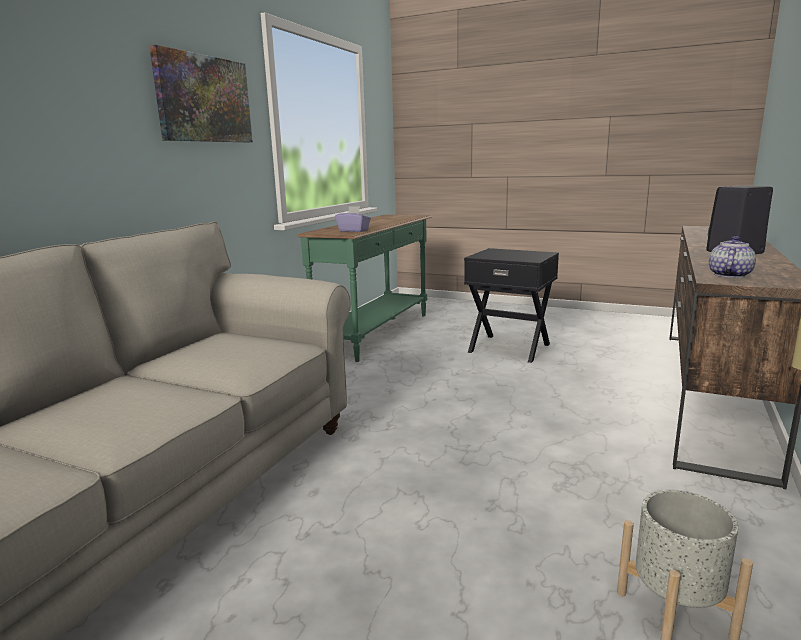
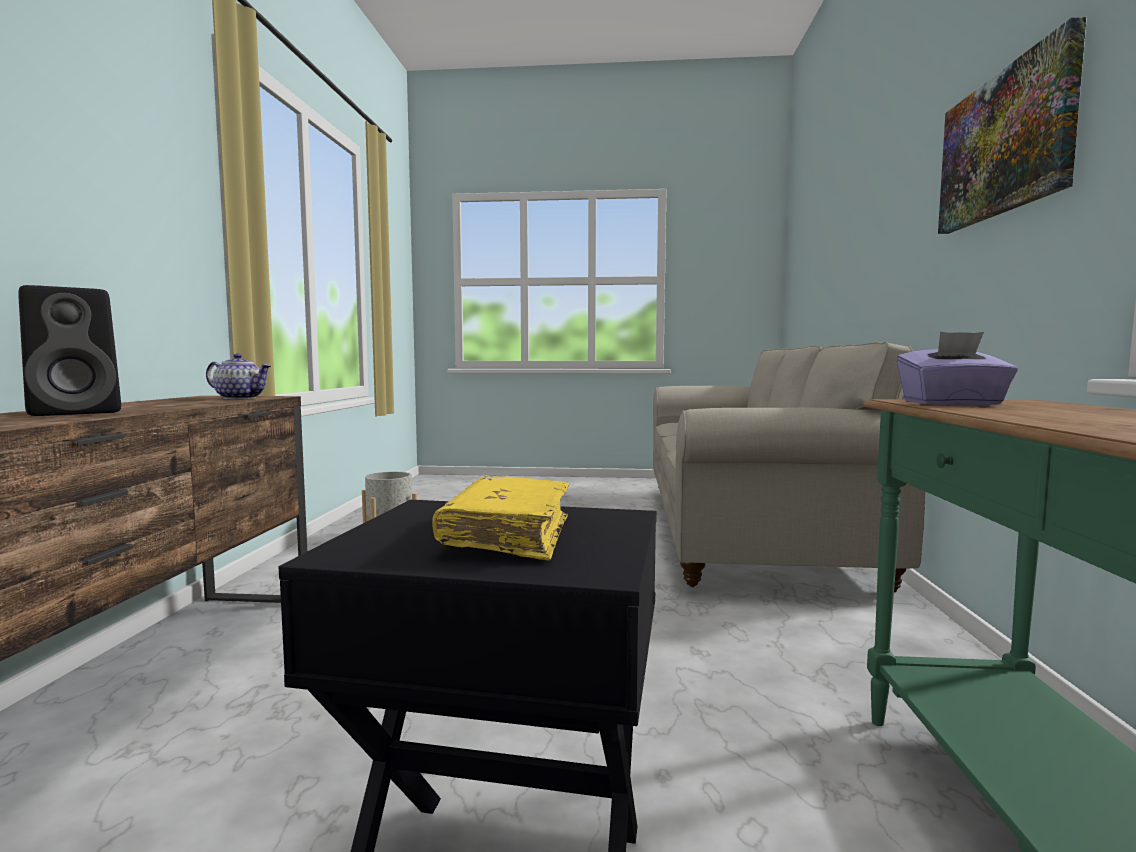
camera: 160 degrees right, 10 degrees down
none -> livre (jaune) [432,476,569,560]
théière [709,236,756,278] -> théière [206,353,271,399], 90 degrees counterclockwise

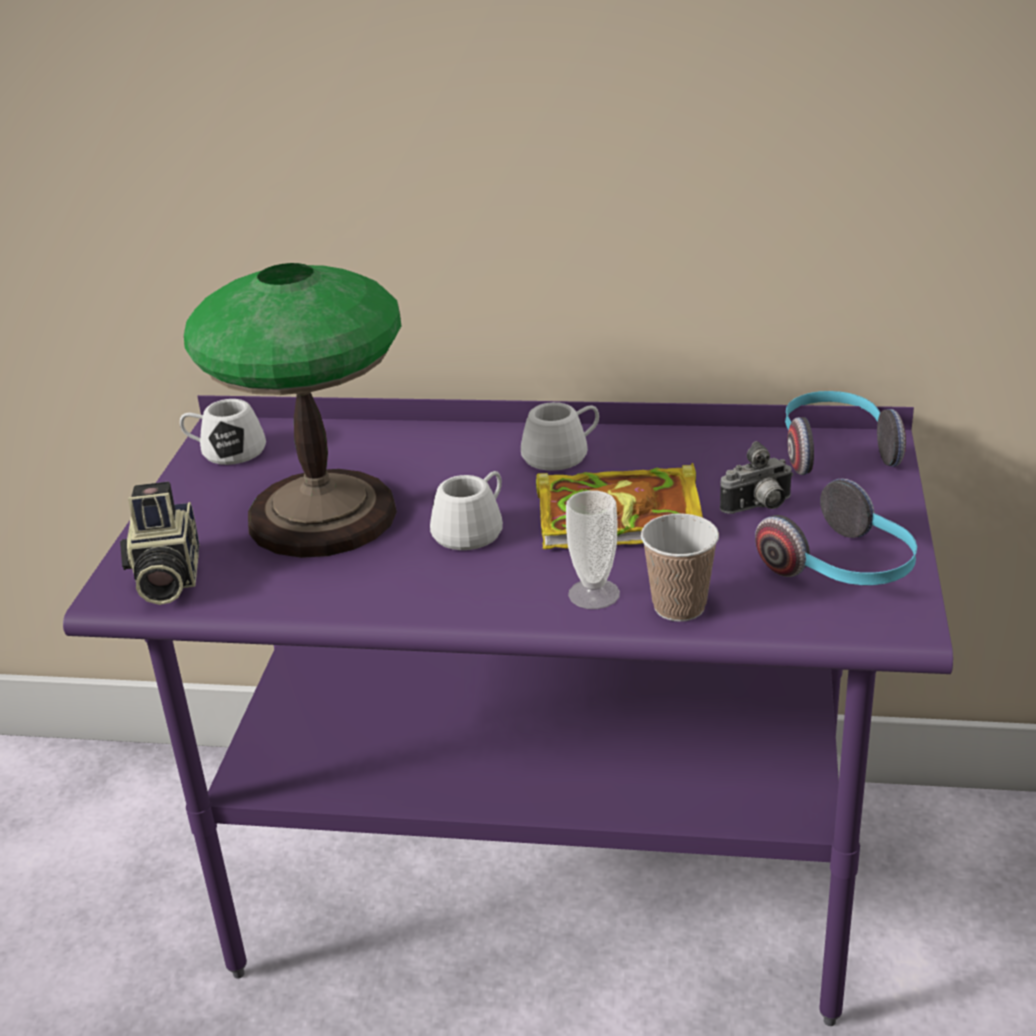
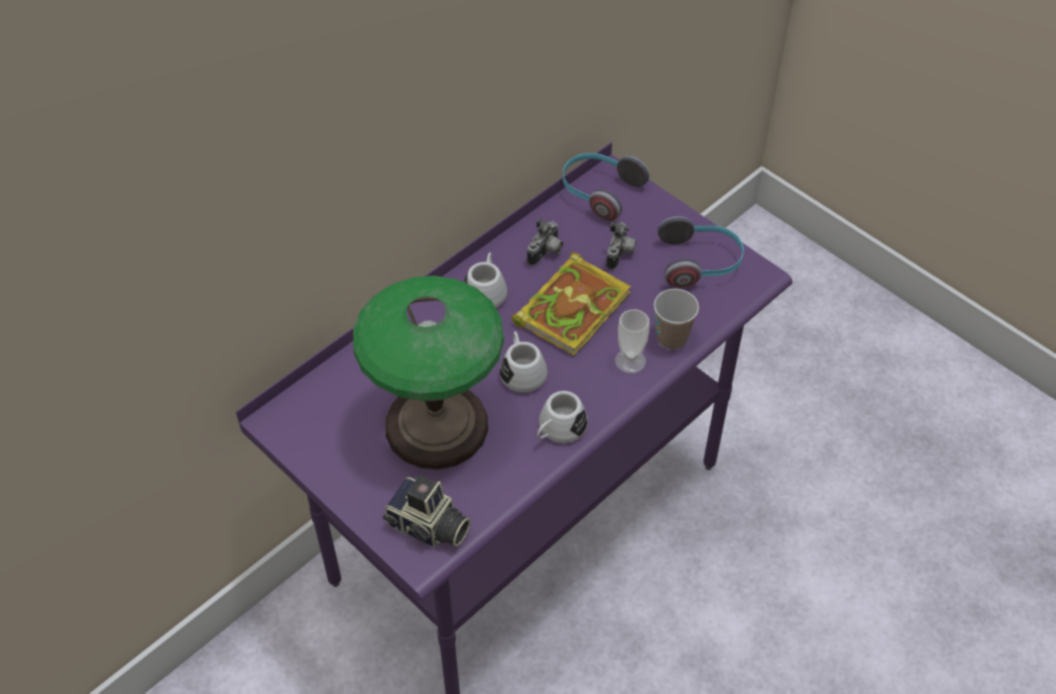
camera: 55 degrees left, 20 degrees up
none -> appareil photo [527,219,563,266]
mug (blanc) [180,399,266,465] -> mug (blanc) [537,391,588,443], relocated

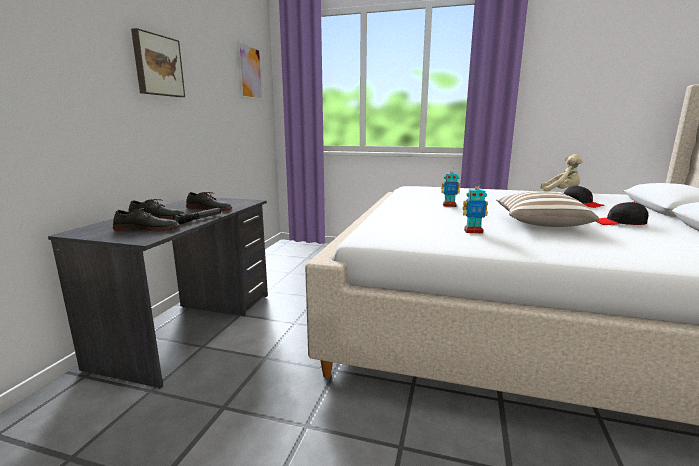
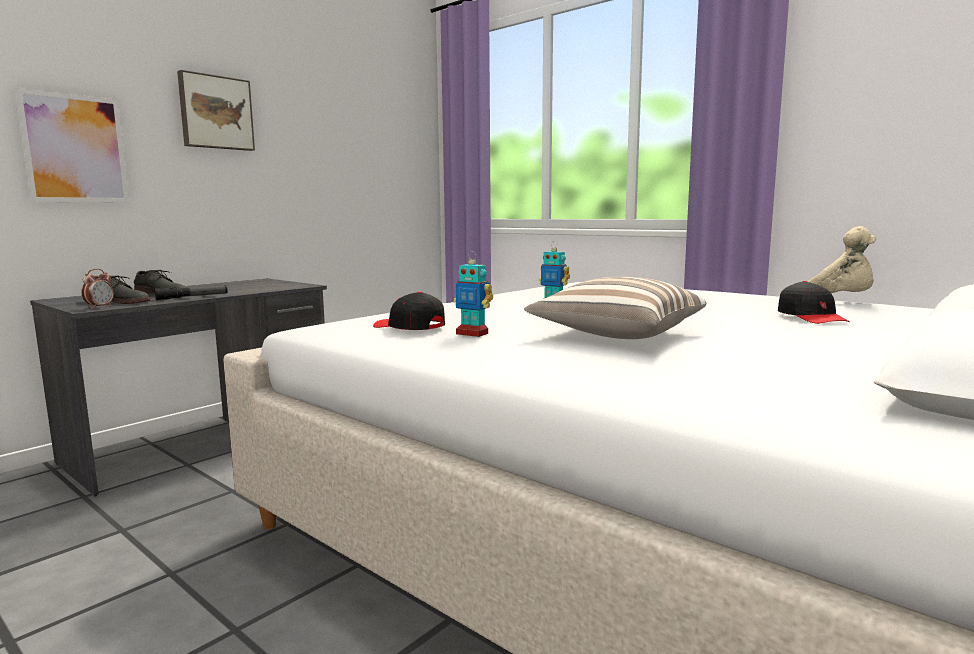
camera: 25 degrees right, 5 degrees down
chaussure (gris) [186,192,232,211] -> none
none -> réveil [81,269,114,309]
tableau [237,40,263,101] -> tableau [14,88,129,203], relocated
casquette (noir) [596,202,648,225] -> casquette (noir) [373,292,445,330], relocated

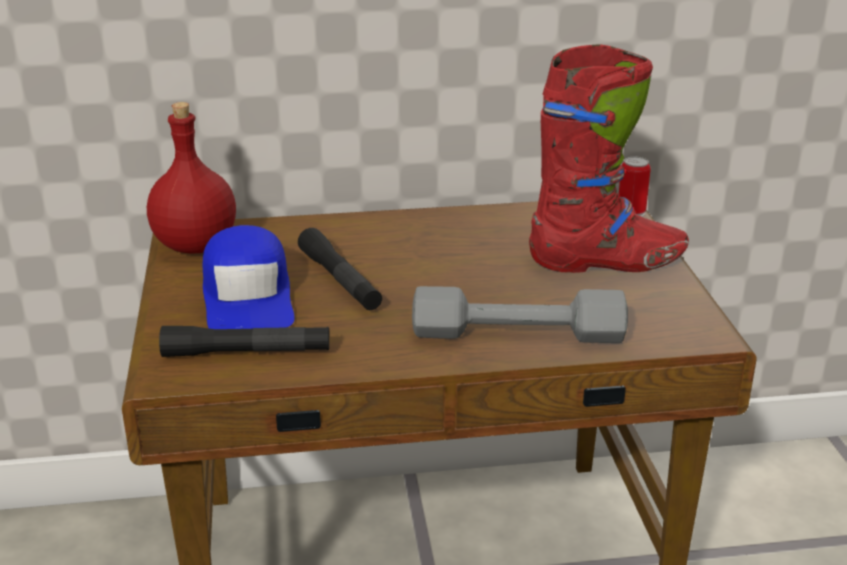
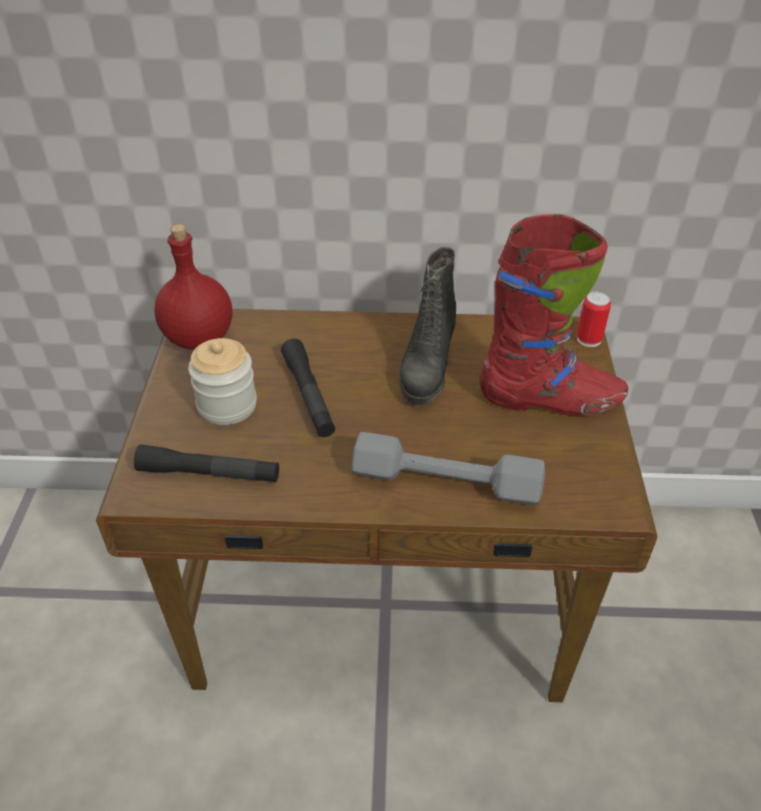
camera: 10 degrees right, 15 degrees up
none -> botte (noir) [400,247,456,405]
casquette (bleu) [203,225,294,329] -> bocal [188,338,257,425]

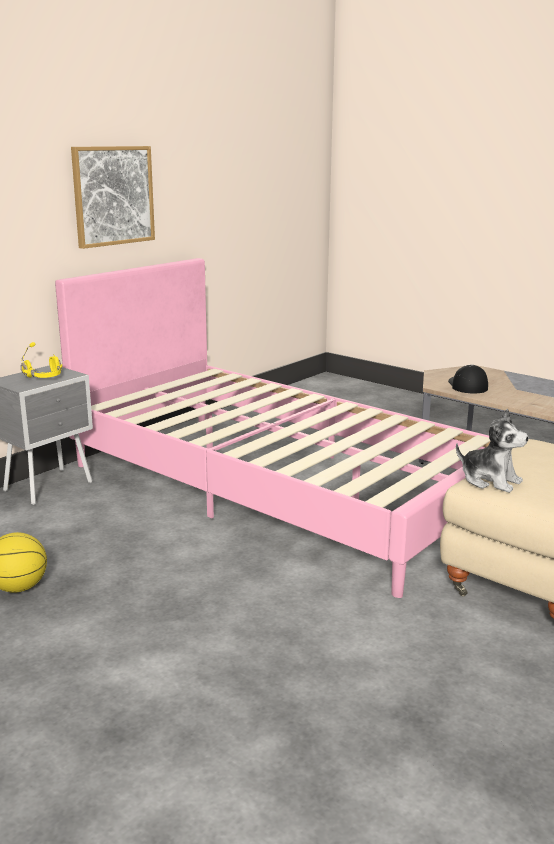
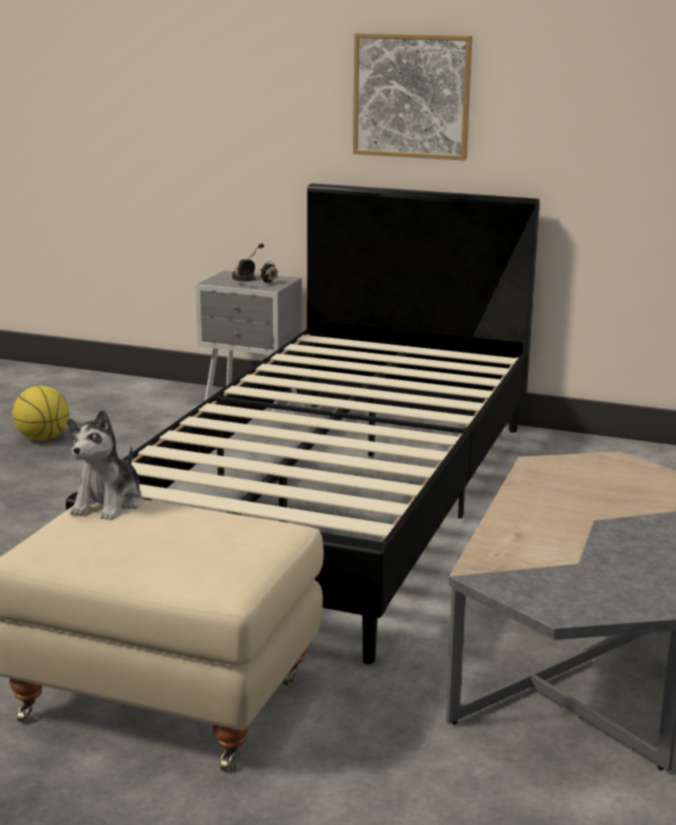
camera: 70 degrees right, 0 degrees up
casquette [448,365,488,393] -> none
casque audio (jaune) [21,342,62,378] -> casque audio (noir) [232,243,278,283]
lit (rose) [55,258,491,598] -> lit (noir) [66,183,540,664]

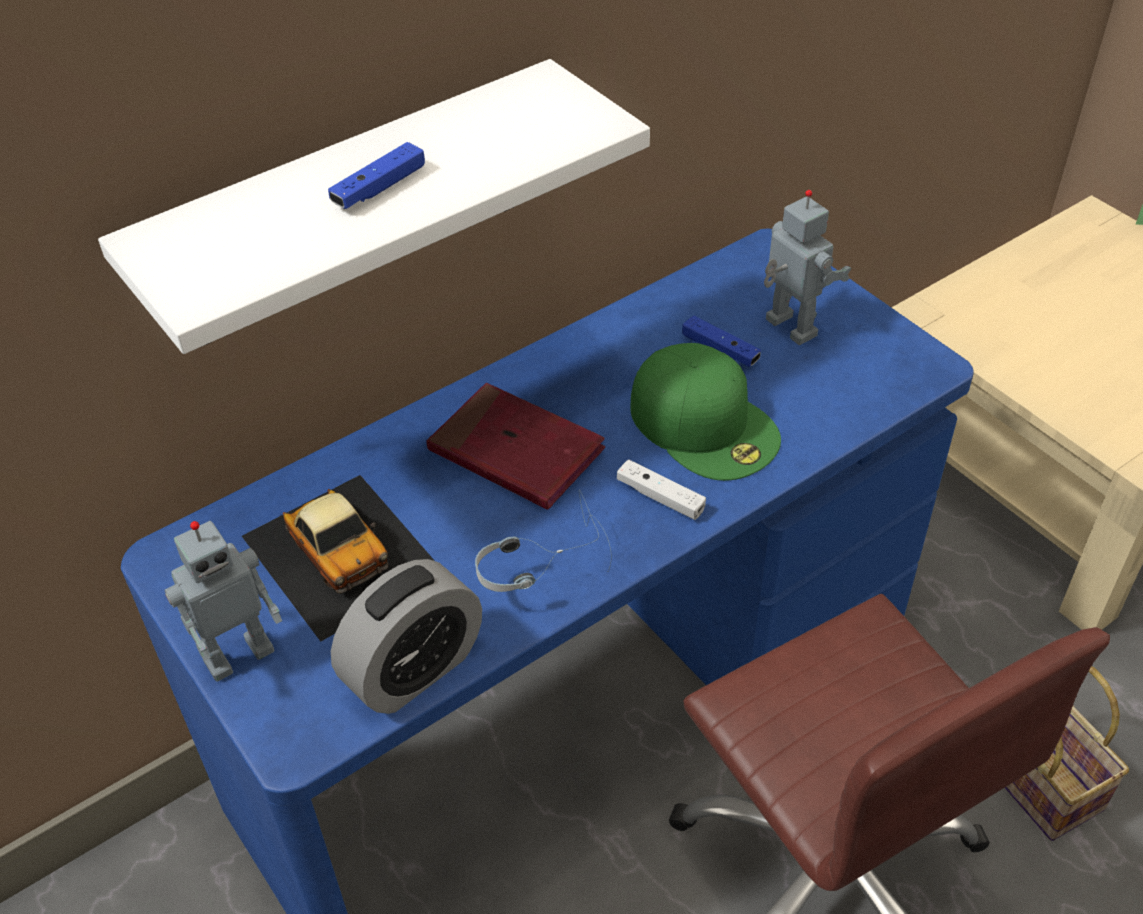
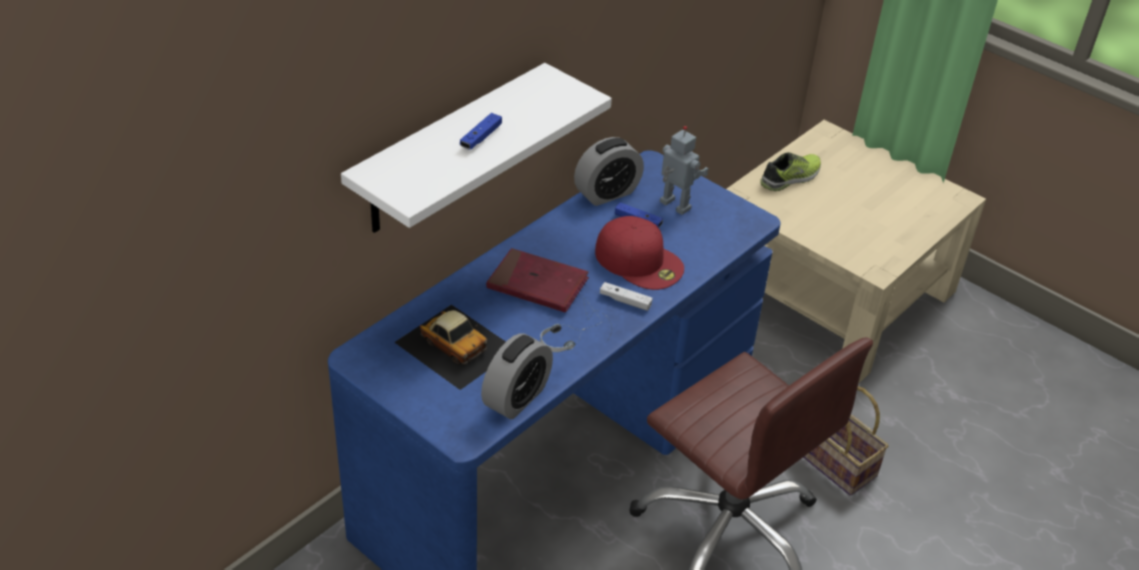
camera: 15 degrees left, 5 degrees down
robot jouet [165,521,282,681] -> none
none -> réveil [574,137,644,206]
none -> chaussure [760,152,821,191]
casquette (vert) [631,343,781,481] -> casquette (rouge) [595,216,684,290]

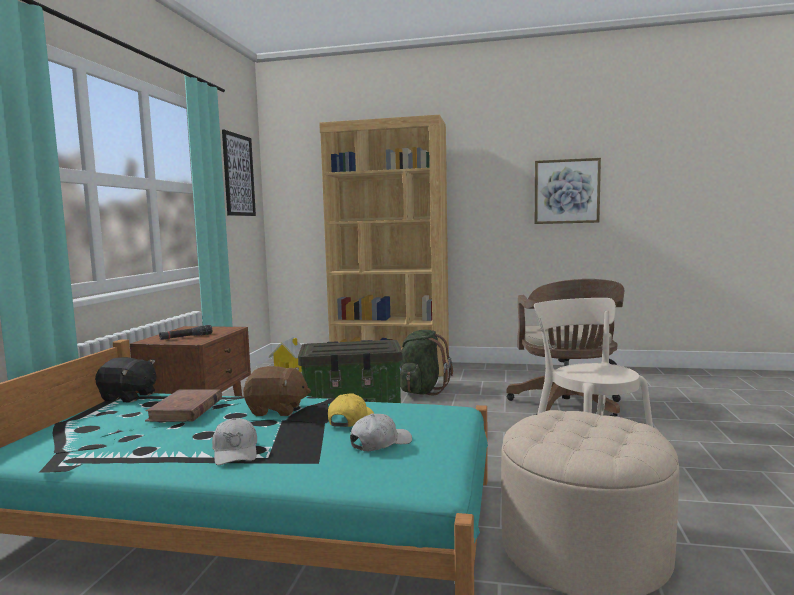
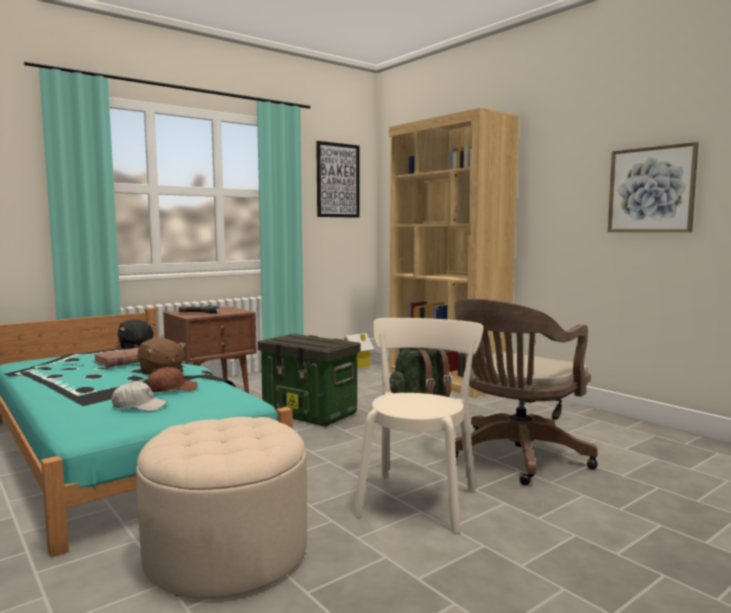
camera: 40 degrees right, 0 degrees up
casquette (blanc) [212,418,257,465] -> none
casquette (jaune) [328,393,374,427] -> casquette (marron) [147,367,198,392]

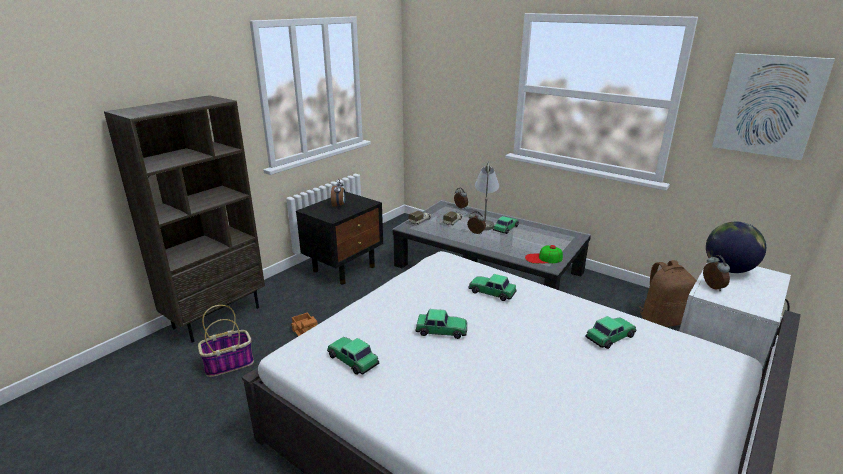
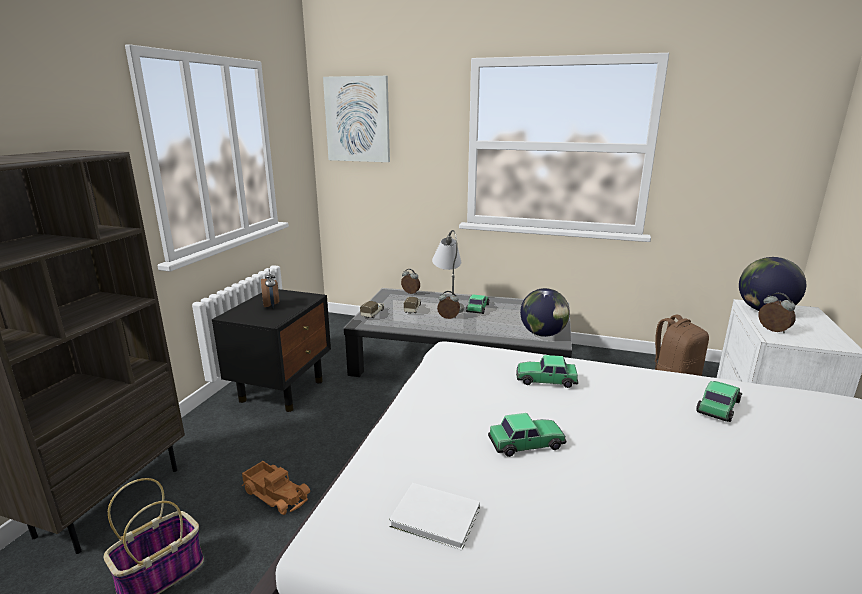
camera: 20 degrees left, 5 degrees down
tableau [712,53,835,160] -> tableau [323,76,390,162], relocated
petite voiture [327,337,379,375] -> livre (blanc) [389,483,480,551]
casquette [525,245,563,264] -> globe [520,288,570,337]

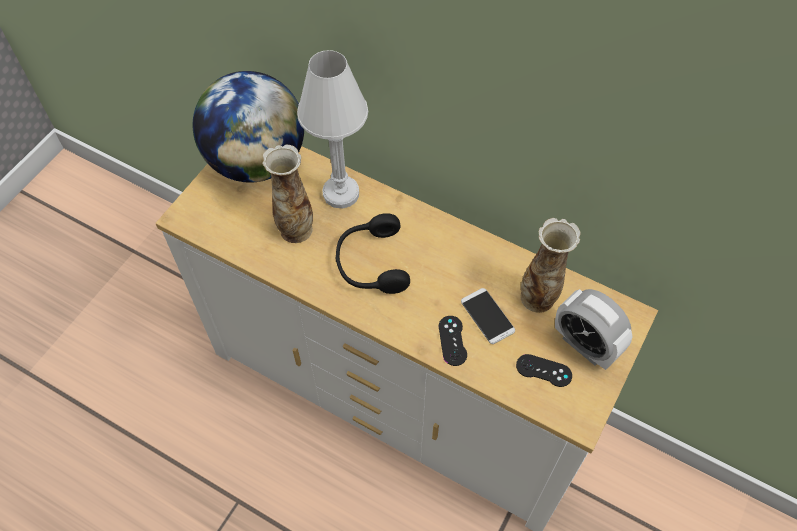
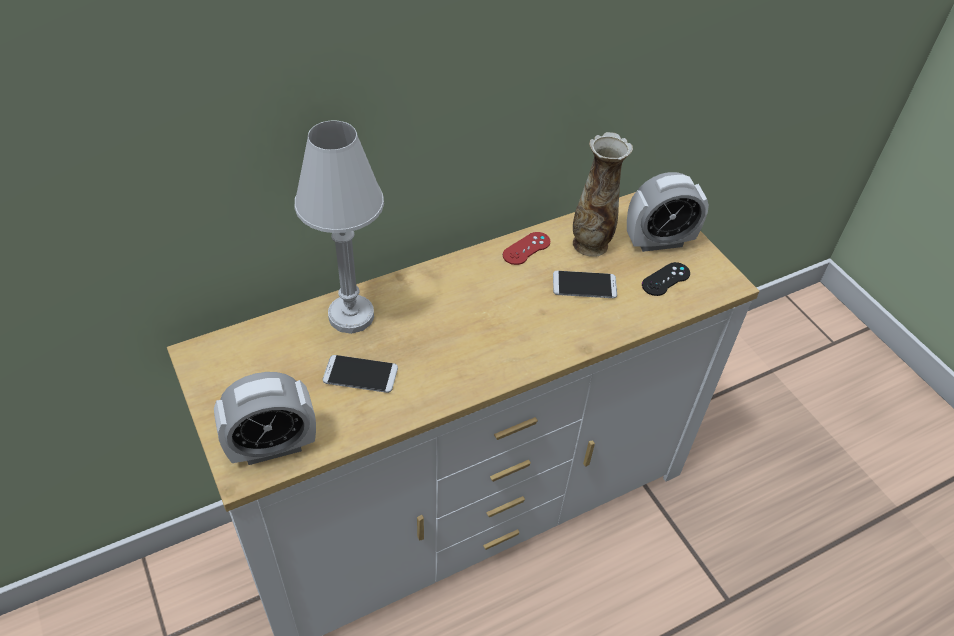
camera: 60 degrees left, 10 degrees down
globe [193,71,304,183] -> none
casque audio (noir) [335,213,410,294] -> none
manette (noir) [439,316,467,366] -> none
none -> réveil [214,372,316,465]
none -> manette (rouge) [503,232,550,265]
vase [262,145,313,243] -> téléphone [323,355,398,393]

